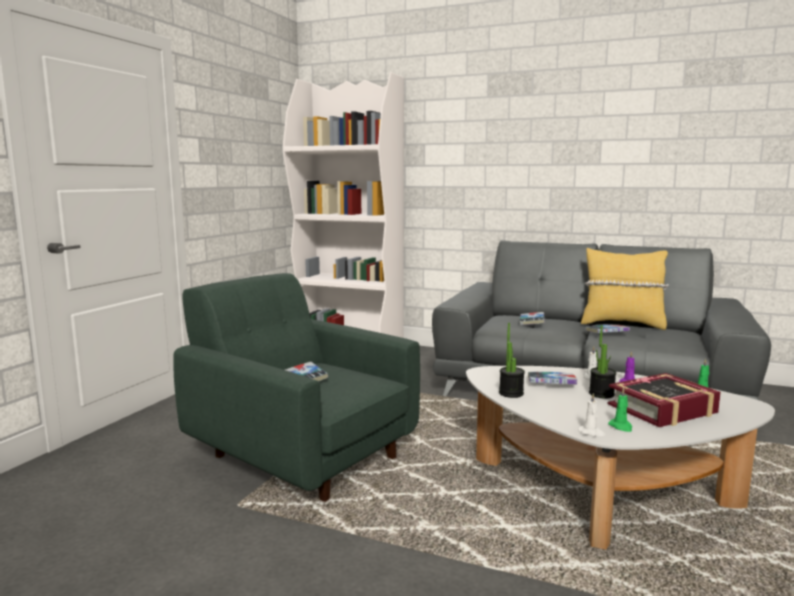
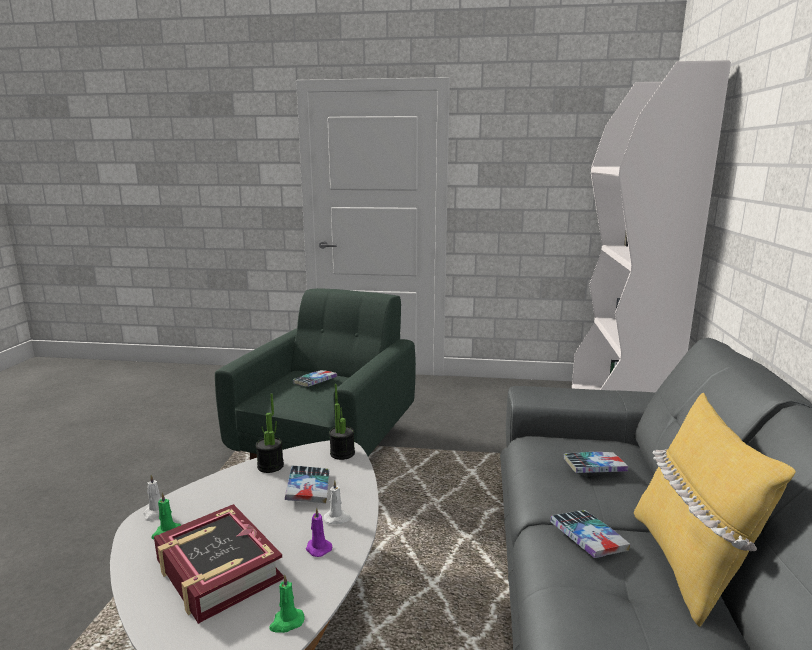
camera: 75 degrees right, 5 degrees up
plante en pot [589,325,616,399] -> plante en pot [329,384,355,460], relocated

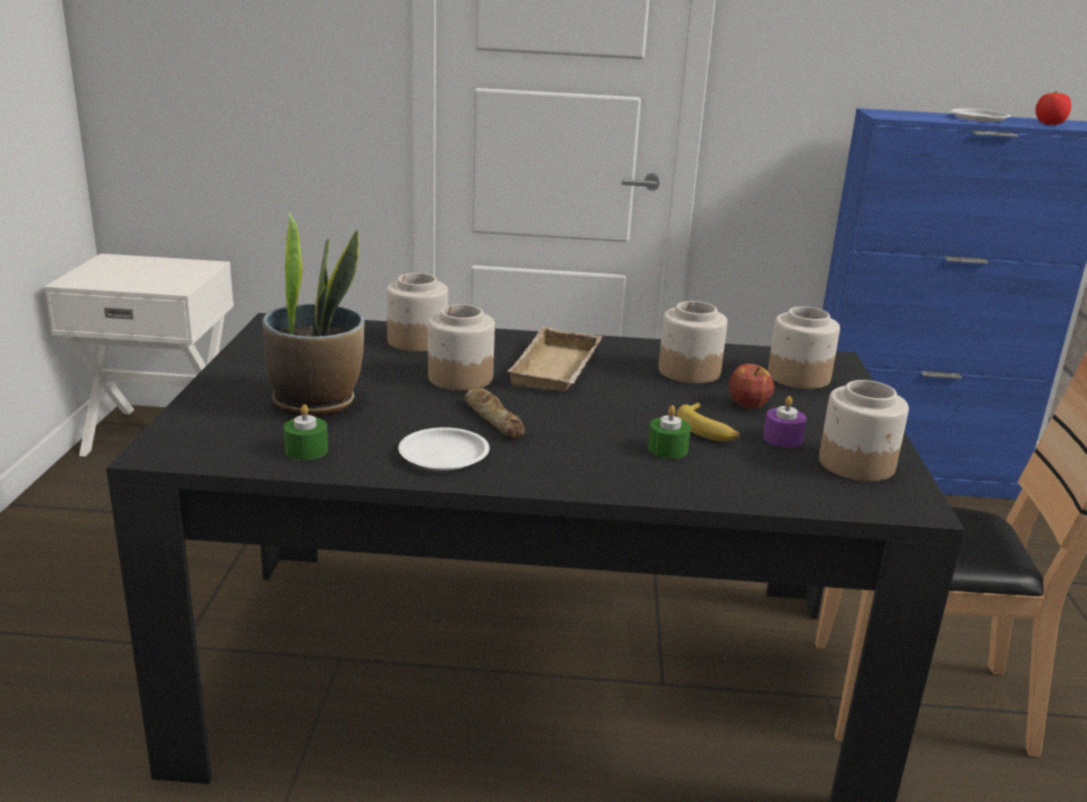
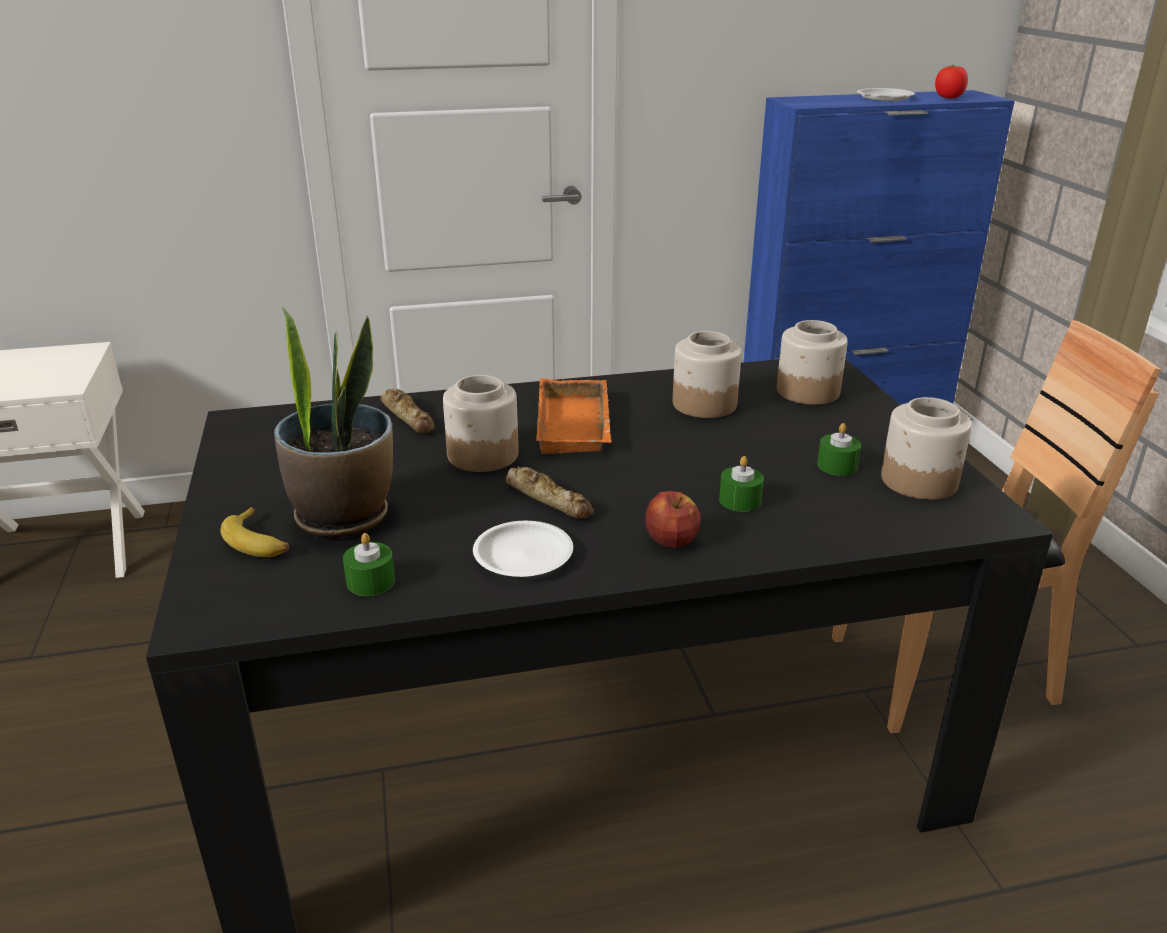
camera: 15 degrees left, 5 degrees up
banane [677,402,739,441] -> banane [220,507,289,557], relocated
pomme [728,364,775,409] -> pomme [645,491,701,548], relocated
bocal [387,273,448,352] -> pain [380,389,435,433]
plateau (beige) [507,326,602,391] -> plateau (orange) [536,378,611,454]
bougie (violet) [763,396,806,448] -> bougie (vert) [817,423,861,476]

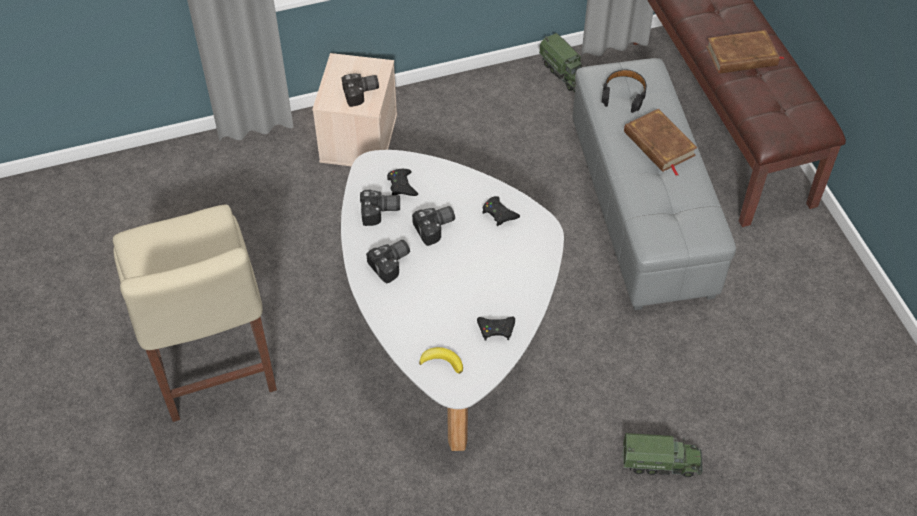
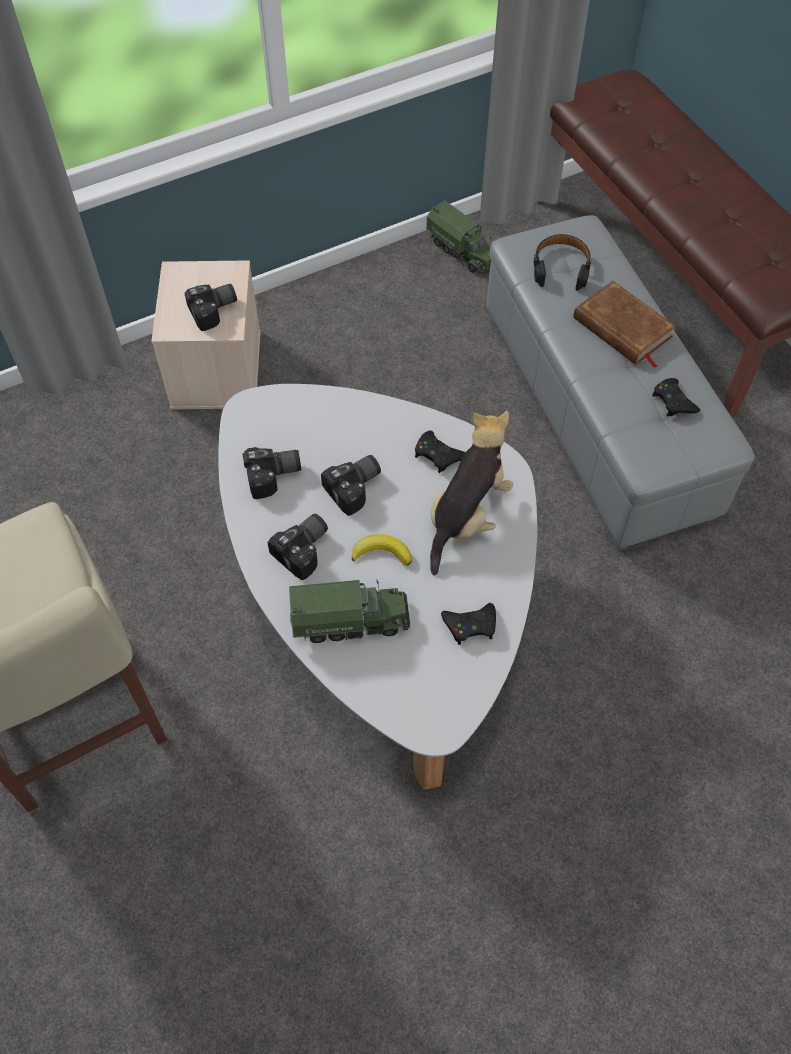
camera: 10 degrees left, 5 degrees up
livre (marron) [706,30,785,74] -> none
none -> peluche [430,411,513,575]
manette (noir) [387,169,418,196] -> manette (noir) [652,378,700,417], relocated
banane [419,347,463,374] -> banane [352,534,412,566], relocated
camion jouet [621,433,703,477] -> camion jouet [289,580,410,643], relocated

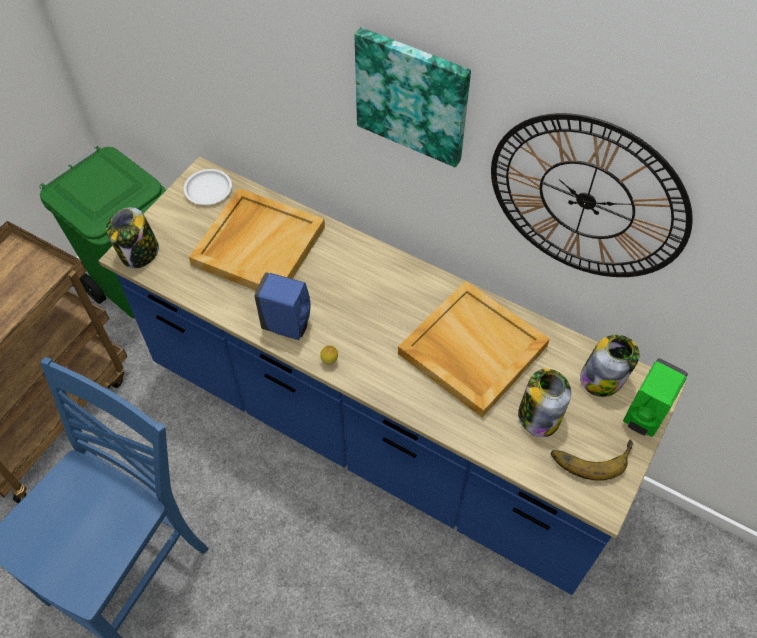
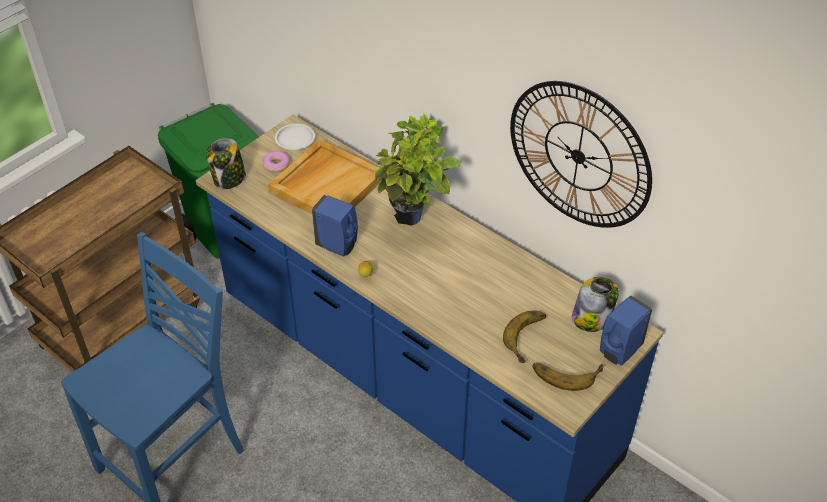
camera: 10 degrees right, 10 degrees down
tableau [354,27,471,168] -> none
plateau (beige) [398,281,550,417] -> none
none -> beignet [263,151,290,173]
none -> plante en pot [375,114,461,226]
bocal [518,369,571,437] -> banane [503,310,546,363]
distributeur de savon (vert) [623,358,688,437] -> distributeur de savon (bleu) [600,296,652,366]

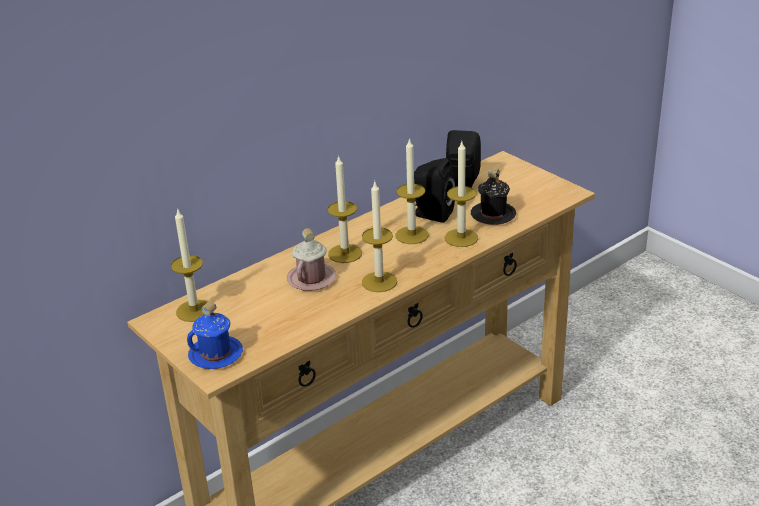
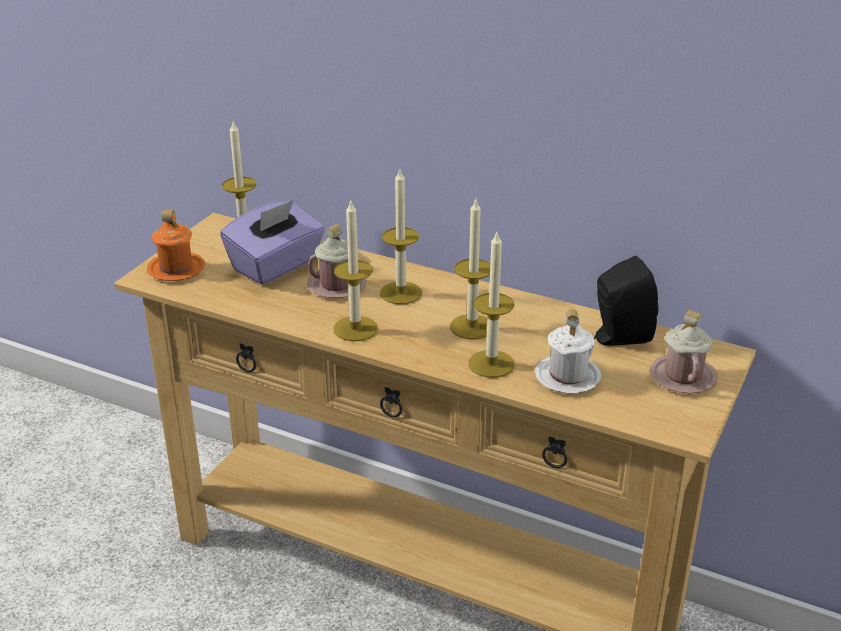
camera: 65 degrees right, 0 degrees up
enceinte (noir) [414,158,456,223] -> none
none -> boîte à mouchoirs (violet) [220,200,325,285]
none -> mug (rose) [650,310,718,393]
mug (bleu) [187,301,243,369] -> mug (orange) [147,210,205,281]
mug (noir) [471,168,516,225] -> mug (blanc) [535,309,602,393]

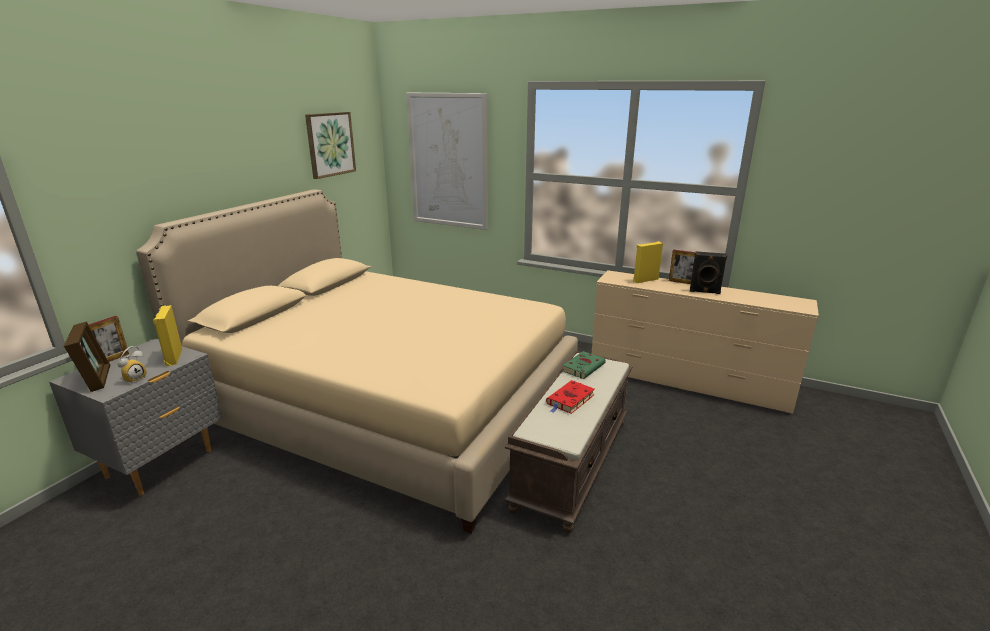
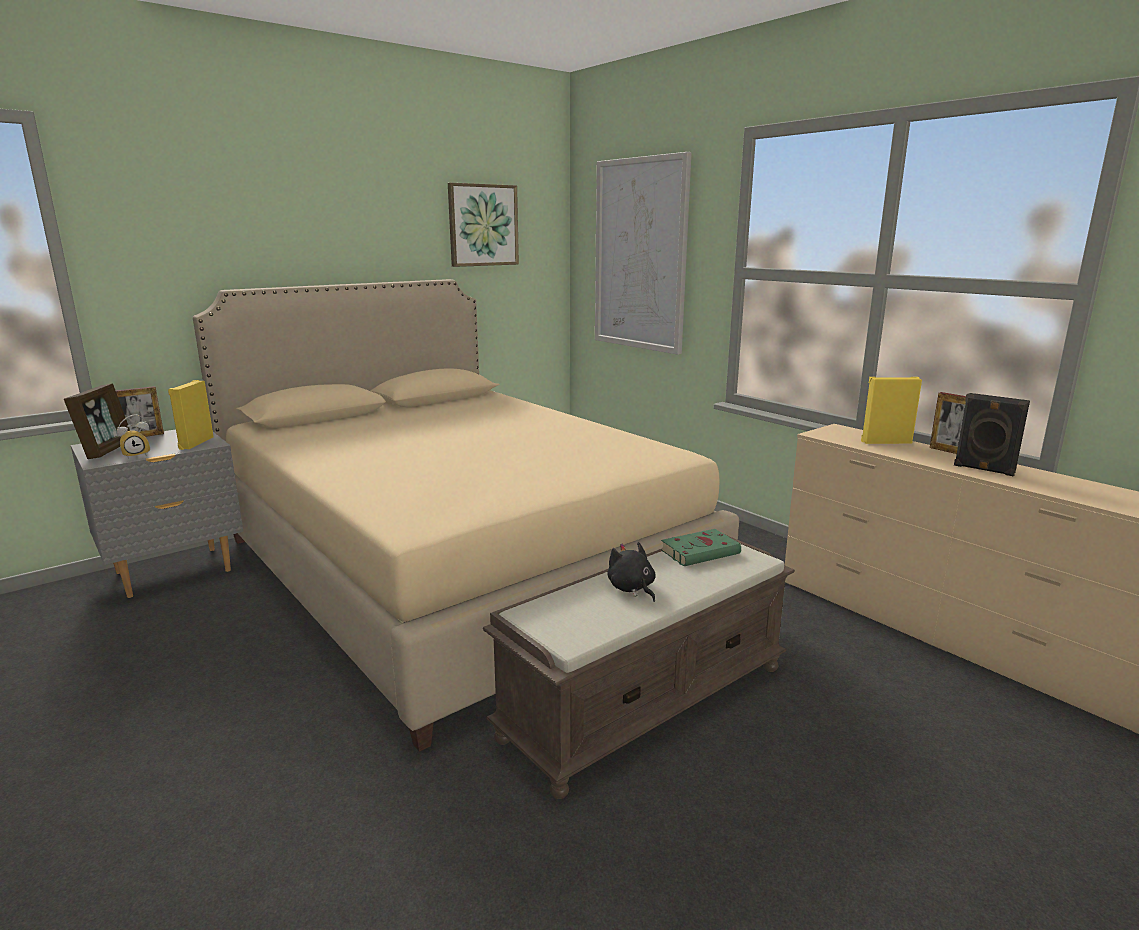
camera: 25 degrees right, 5 degrees down
livre (rouge) [546,380,595,414] -> peluche (noir) [607,542,656,602]

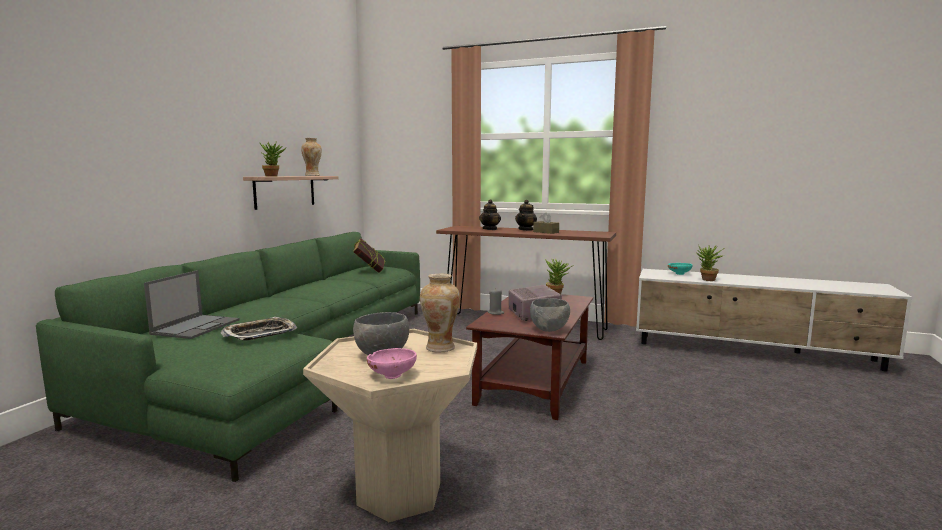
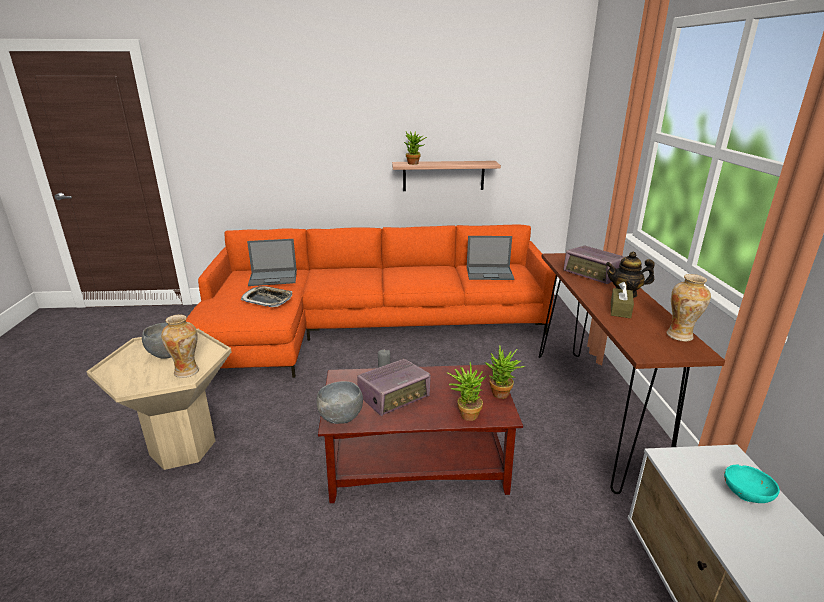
camera: 65 degrees right, 15 degrees up
bol (rose) [367,348,417,379] -> none
vase [301,138,322,176] -> vase [666,274,711,341], relocated
plante en pot [697,244,725,281] -> plante en pot [447,362,486,421], relocated
livre [353,238,385,273] -> ordinateur portable [467,236,514,280]
théière [479,199,501,230] -> radio [563,246,624,284]
canapé (vert) [36,232,420,482] -> canapé (orange) [186,225,556,378]

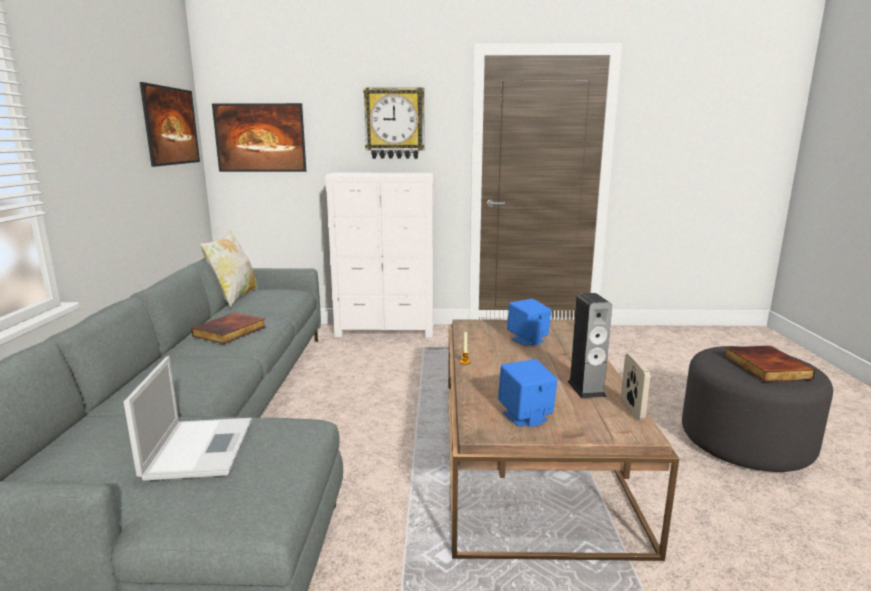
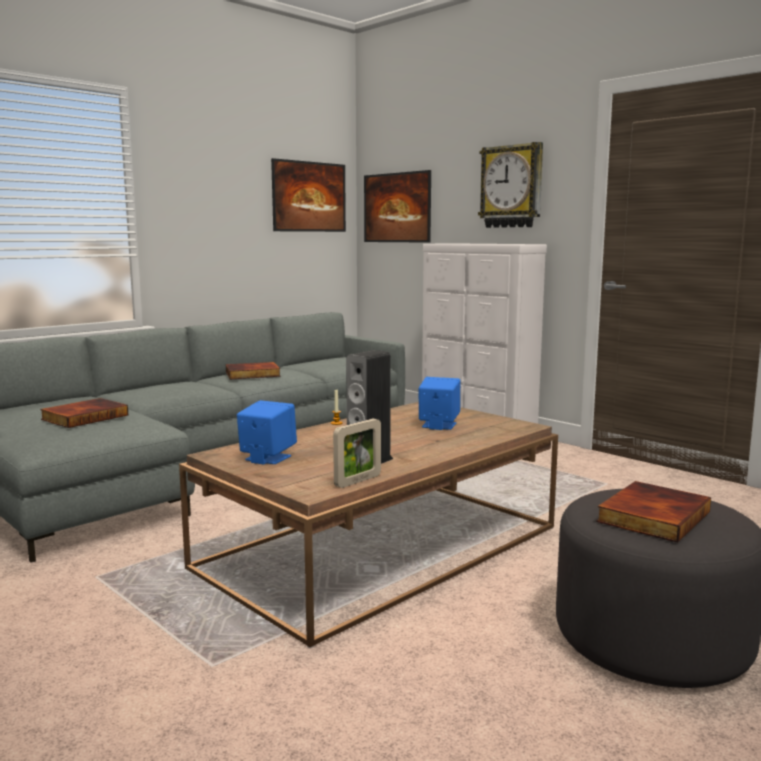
camera: 45 degrees right, 5 degrees down
coussin [200,230,258,308] -> none
ordinateur portable [123,356,252,481] -> livre [40,398,128,428]

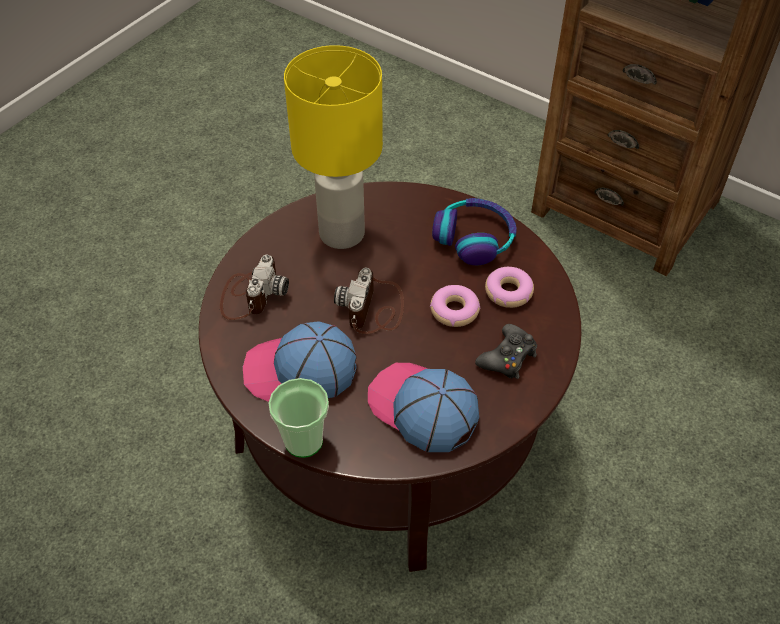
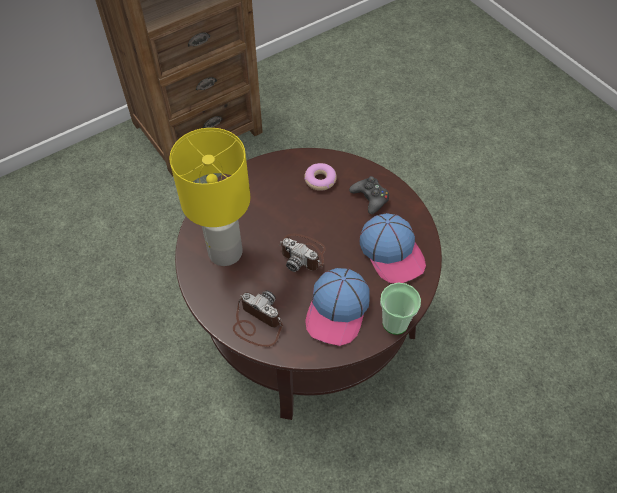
camera: 70 degrees left, 5 degrees up
beignet [430,285,480,327] -> none
casque audio [432,198,517,265] -> none
casquette [368,363,479,452] -> casquette [360,213,426,283], 90 degrees counterclockwise

